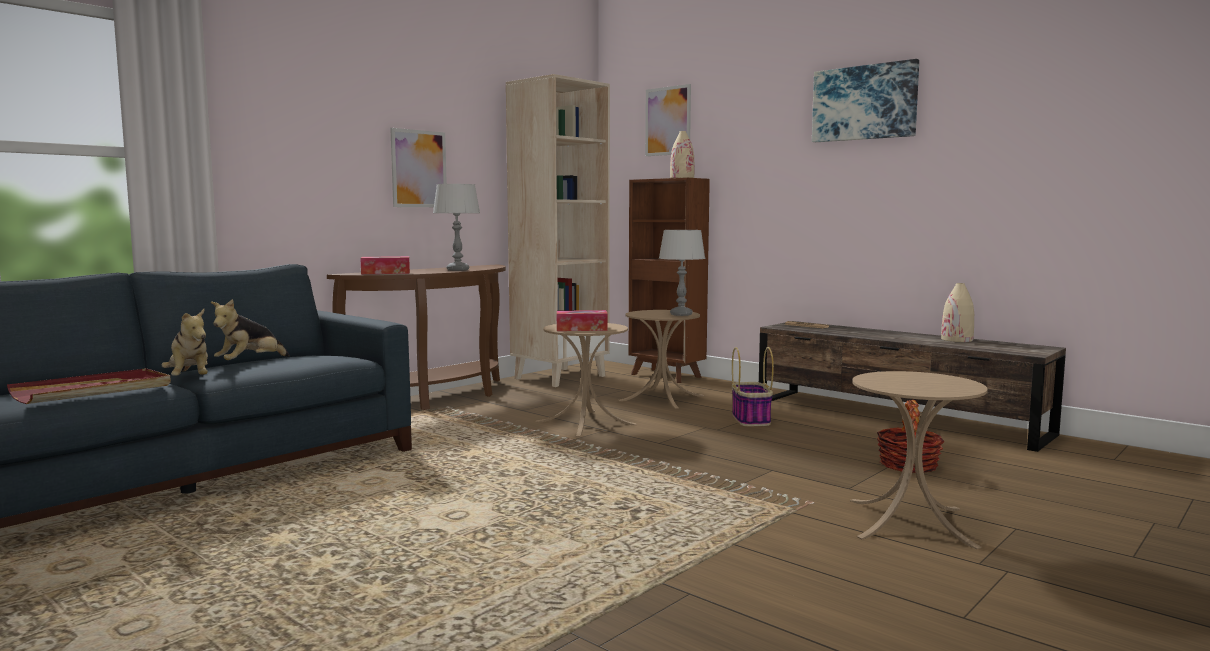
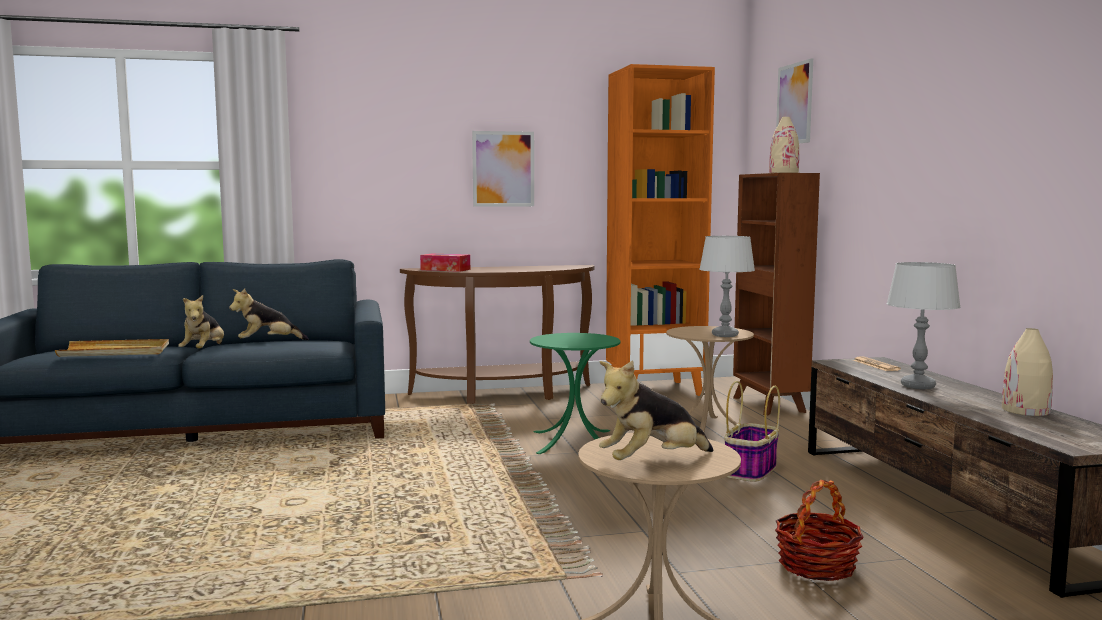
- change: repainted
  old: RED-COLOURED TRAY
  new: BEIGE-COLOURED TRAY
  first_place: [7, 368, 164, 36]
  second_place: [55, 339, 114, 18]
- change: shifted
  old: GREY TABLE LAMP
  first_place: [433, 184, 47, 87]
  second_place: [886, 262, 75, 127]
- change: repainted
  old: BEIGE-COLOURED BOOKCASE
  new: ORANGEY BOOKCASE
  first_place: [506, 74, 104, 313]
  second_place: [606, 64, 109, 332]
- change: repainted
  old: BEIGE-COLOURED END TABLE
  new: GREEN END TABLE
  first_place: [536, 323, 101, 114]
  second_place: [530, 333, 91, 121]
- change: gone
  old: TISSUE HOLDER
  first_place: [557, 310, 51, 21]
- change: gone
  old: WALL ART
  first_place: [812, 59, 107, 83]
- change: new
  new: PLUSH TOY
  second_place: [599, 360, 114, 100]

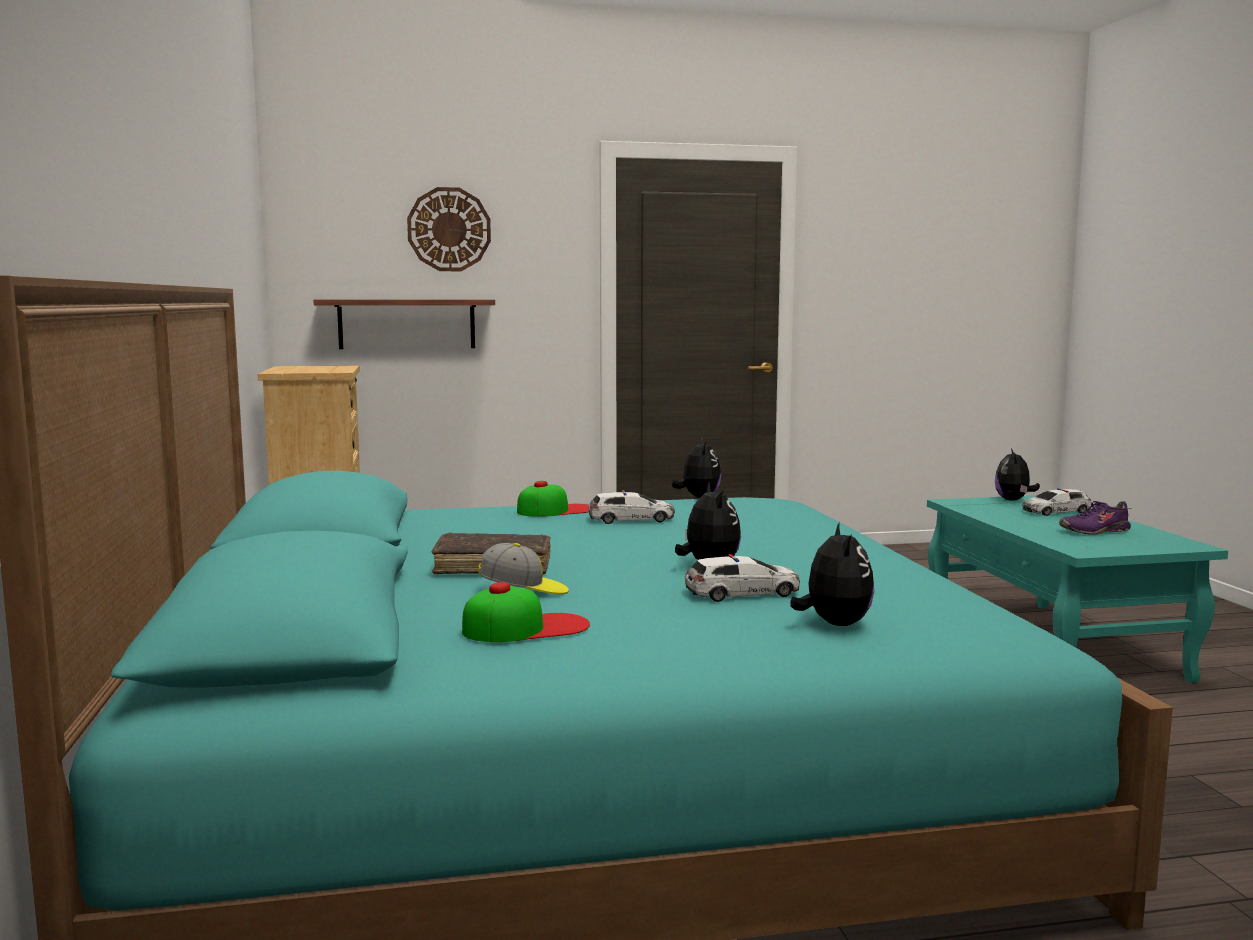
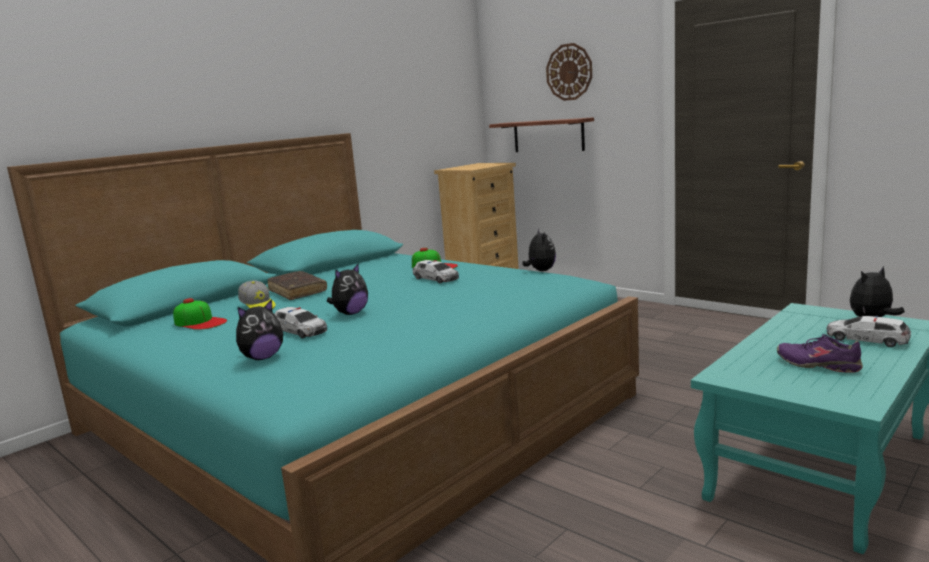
- change: rotated
  old: PLUSH TOY
  first_place: [672, 439, 50, 59]
  second_place: [522, 229, 34, 42]
  degrees: -60

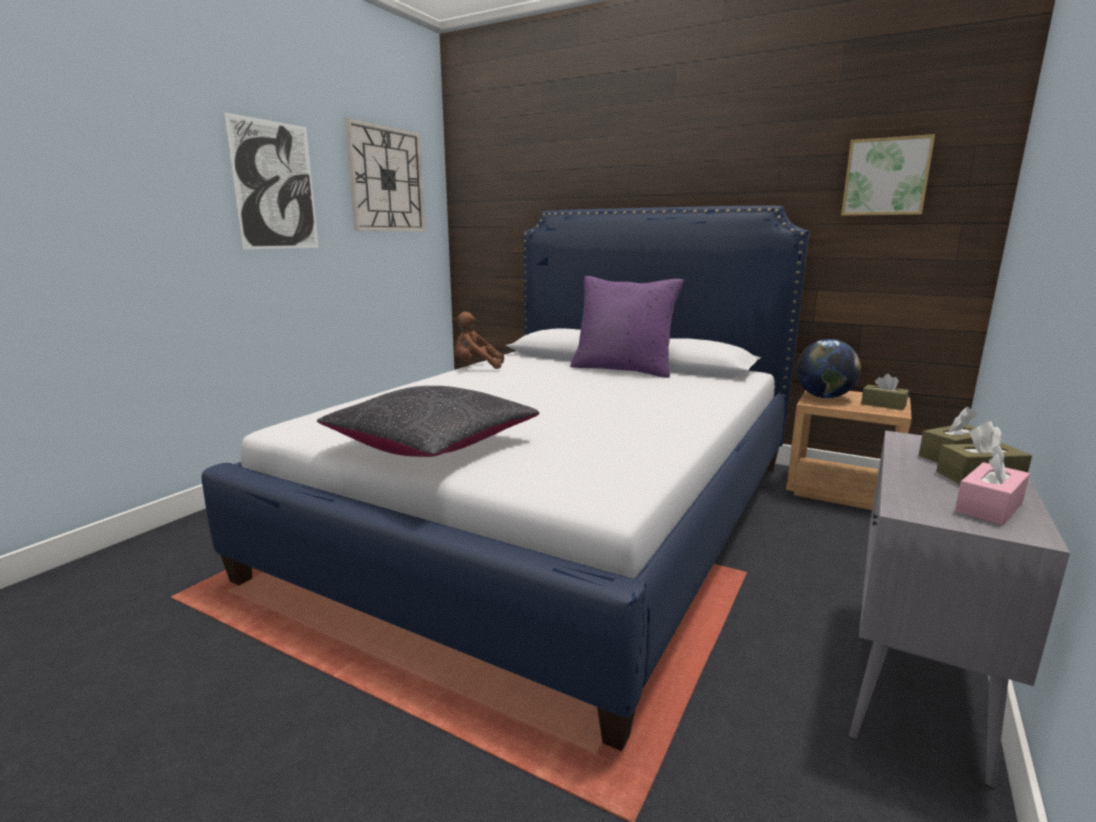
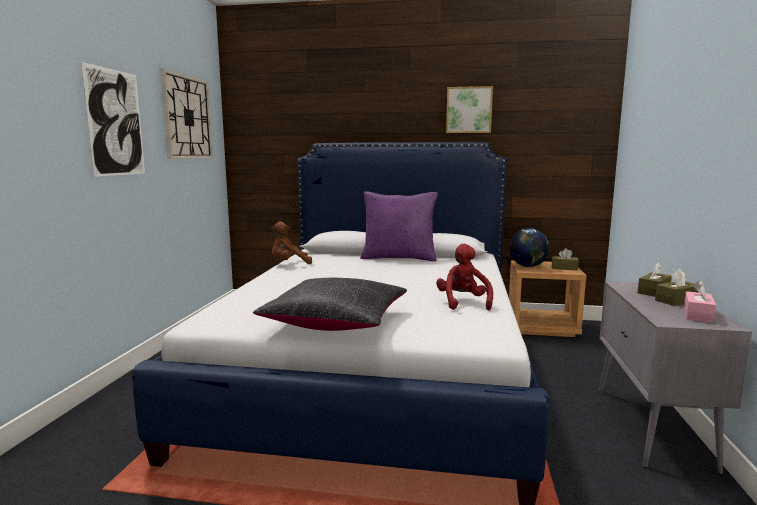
- change: shifted
  old: WALL ART
  first_place: [841, 134, 94, 82]
  second_place: [446, 86, 47, 47]
- change: new
  new: RED-COLOURED PLUSH TOY
  second_place: [436, 244, 57, 66]

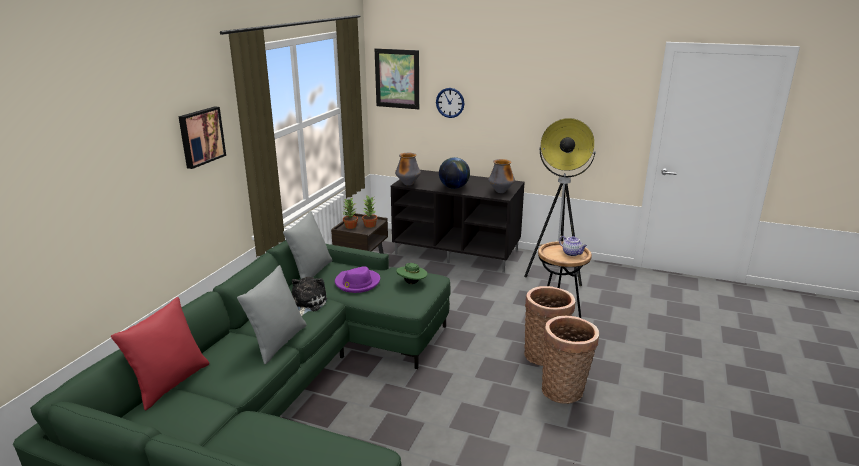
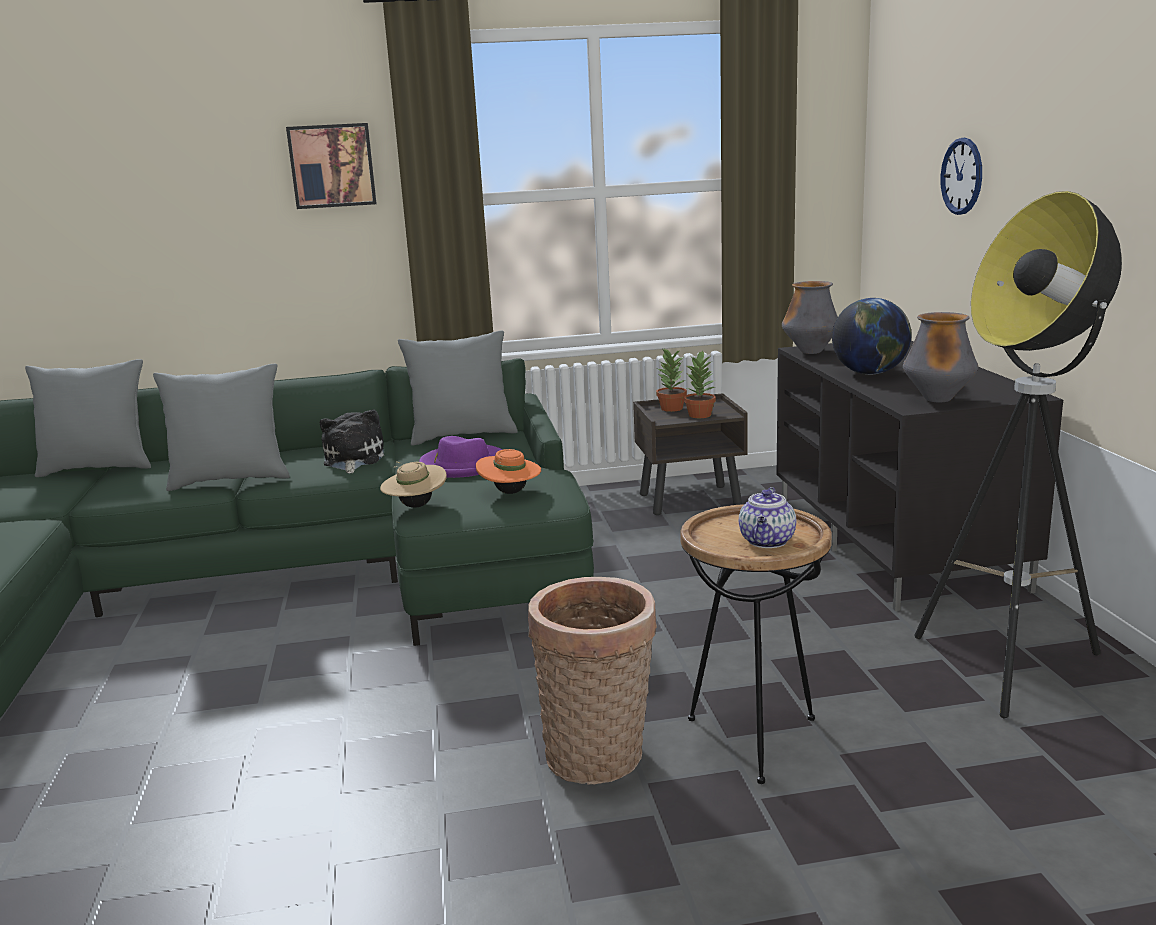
- change: repainted
  old: RED-COLOURED CUSHION
  new: GREY CUSHION
  first_place: [111, 297, 98, 114]
  second_place: [25, 359, 126, 118]
- change: rotated
  old: PLUSH TOY
  first_place: [292, 277, 35, 39]
  second_place: [320, 409, 64, 65]
  degrees: -75
- change: gone
  old: WALL ART
  first_place: [375, 48, 44, 61]
- change: repainted
  old: GREEN WEARABLE HAT
  new: ORANGEY WEARABLE HAT
  first_place: [396, 263, 32, 21]
  second_place: [476, 449, 65, 45]
- change: gone
  old: STORAGE BASKET
  first_place: [542, 316, 57, 88]
- change: new
  new: BEIGE-COLOURED WEARABLE HAT
  second_place: [380, 461, 67, 47]

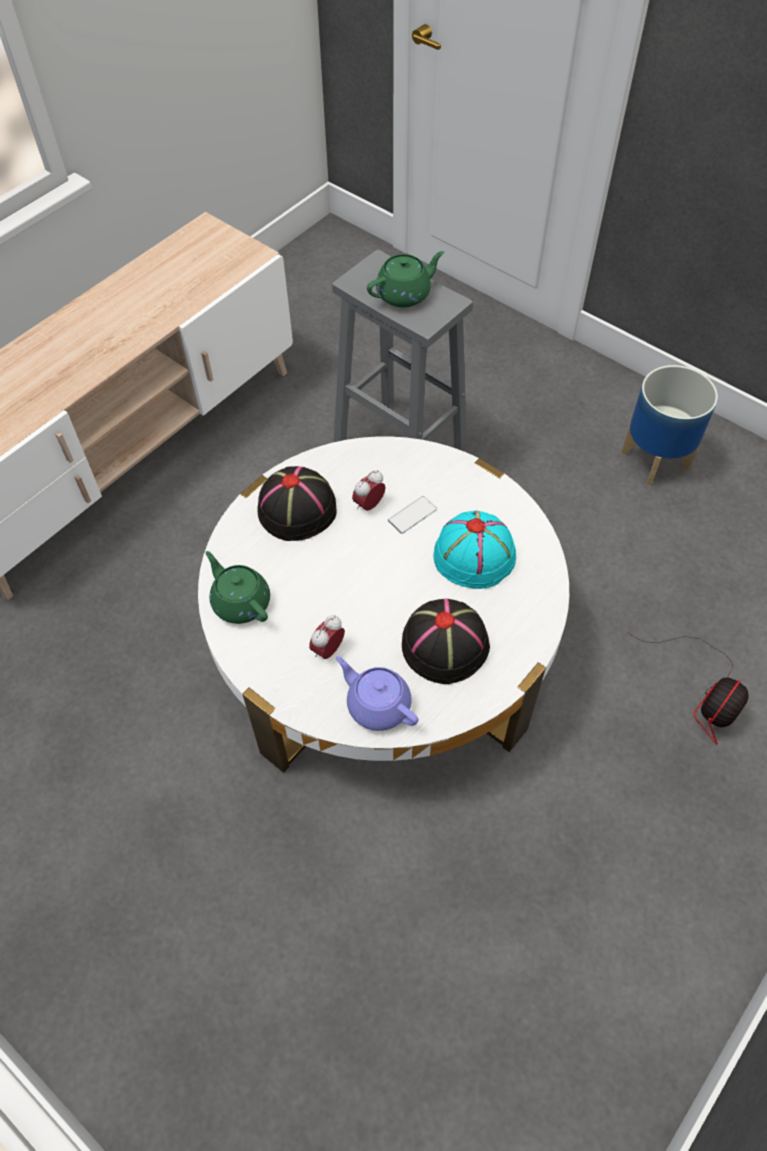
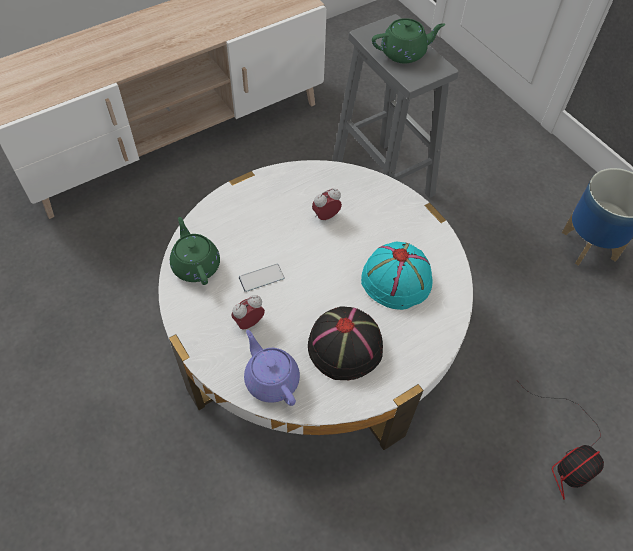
- change: gone
  old: BLACK-COLOURED WEARABLE HAT
  first_place: [258, 466, 79, 75]
- change: shifted
  old: TELEPHONE
  first_place: [388, 496, 49, 38]
  second_place: [239, 264, 46, 28]

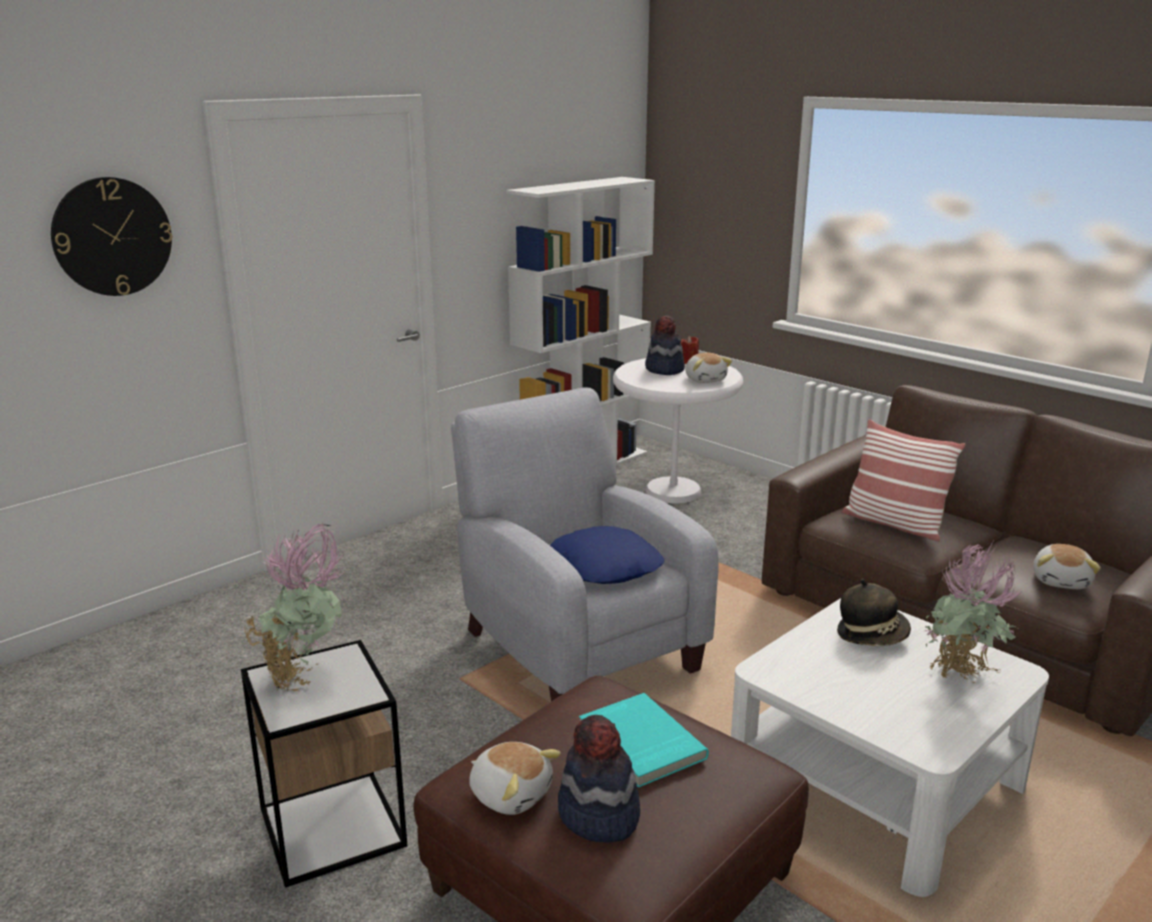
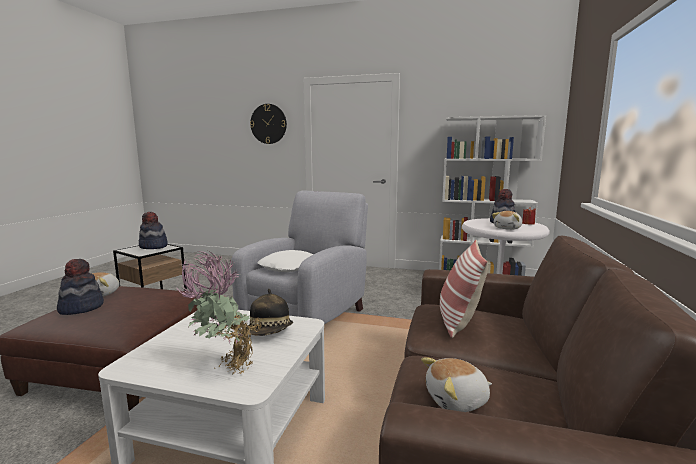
- change: swapped
  old: PLANT IN A POT
  new: WEARABLE HAT
  first_place: [244, 523, 102, 168]
  second_place: [139, 212, 29, 37]
- change: repainted
  old: BLUISH CUSHION
  new: WHITE CUSHION
  first_place: [550, 526, 114, 58]
  second_place: [257, 250, 56, 22]
- change: gone
  old: TURQUOISE BOOK
  first_place: [579, 693, 130, 95]

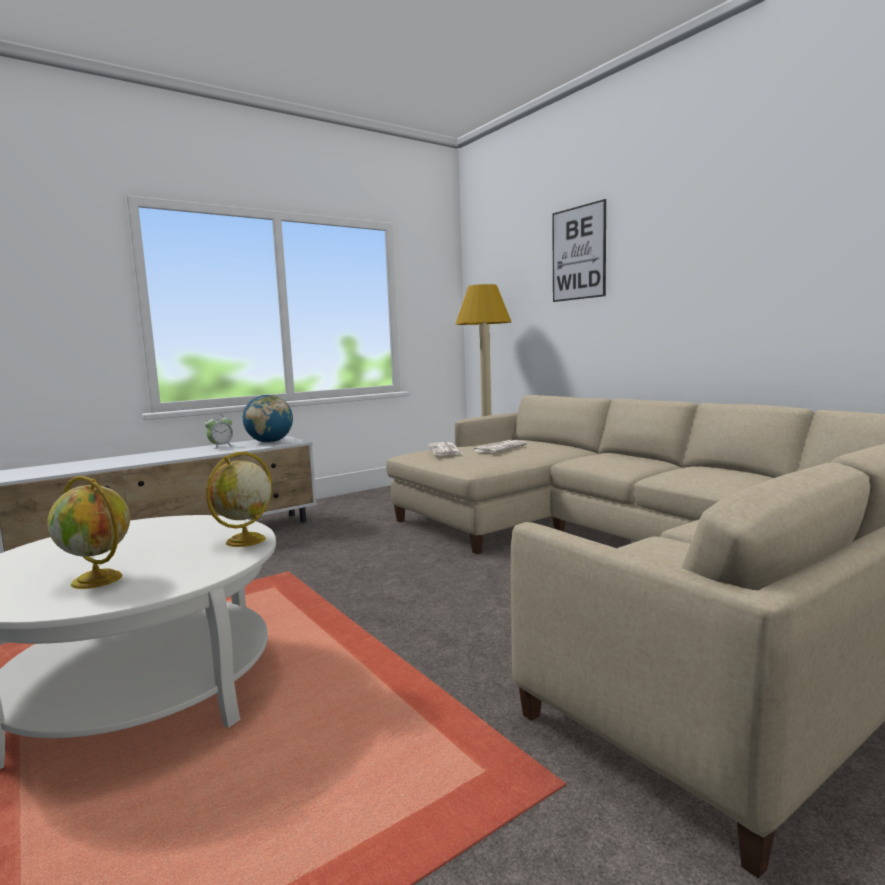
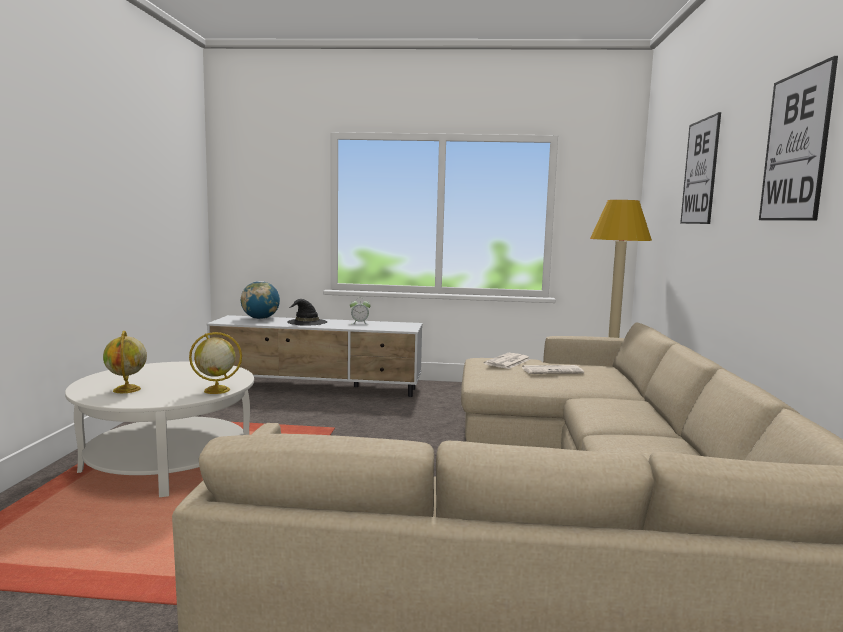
- change: shifted
  old: DESK GLOBE
  first_place: [243, 394, 50, 49]
  second_place: [241, 281, 39, 38]
- change: new
  new: BLACK-COLOURED WEARABLE HAT
  second_place: [287, 299, 40, 27]
- change: new
  new: WALL ART
  second_place: [759, 56, 79, 164]

